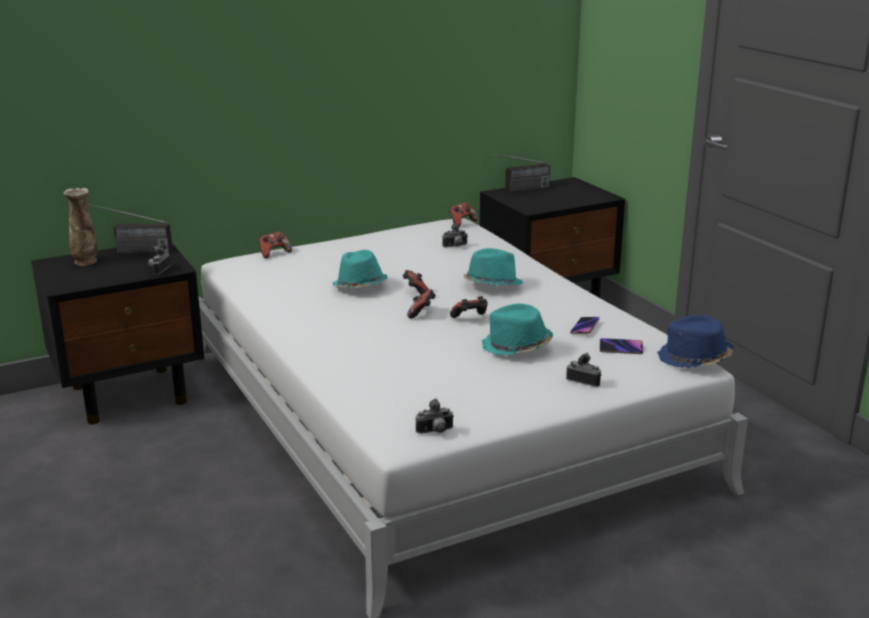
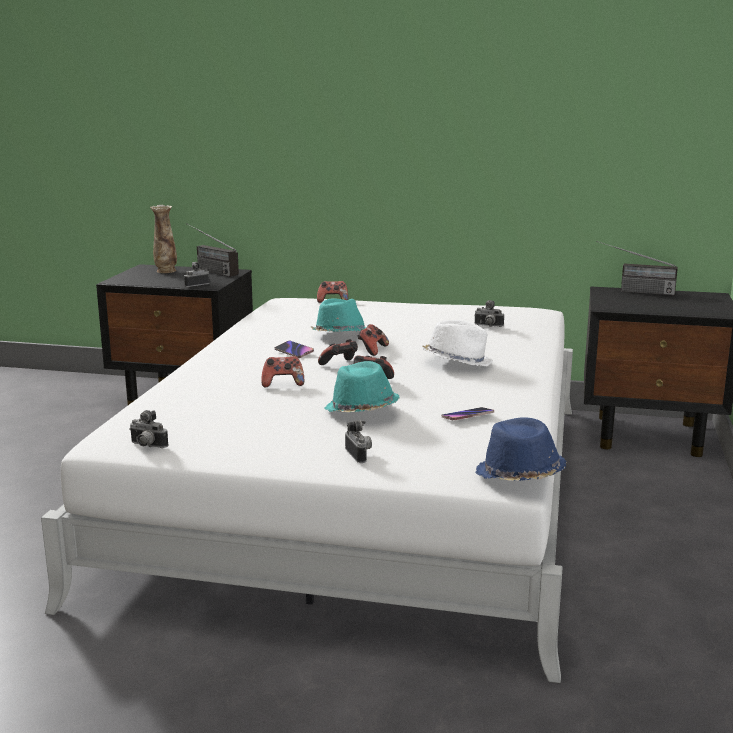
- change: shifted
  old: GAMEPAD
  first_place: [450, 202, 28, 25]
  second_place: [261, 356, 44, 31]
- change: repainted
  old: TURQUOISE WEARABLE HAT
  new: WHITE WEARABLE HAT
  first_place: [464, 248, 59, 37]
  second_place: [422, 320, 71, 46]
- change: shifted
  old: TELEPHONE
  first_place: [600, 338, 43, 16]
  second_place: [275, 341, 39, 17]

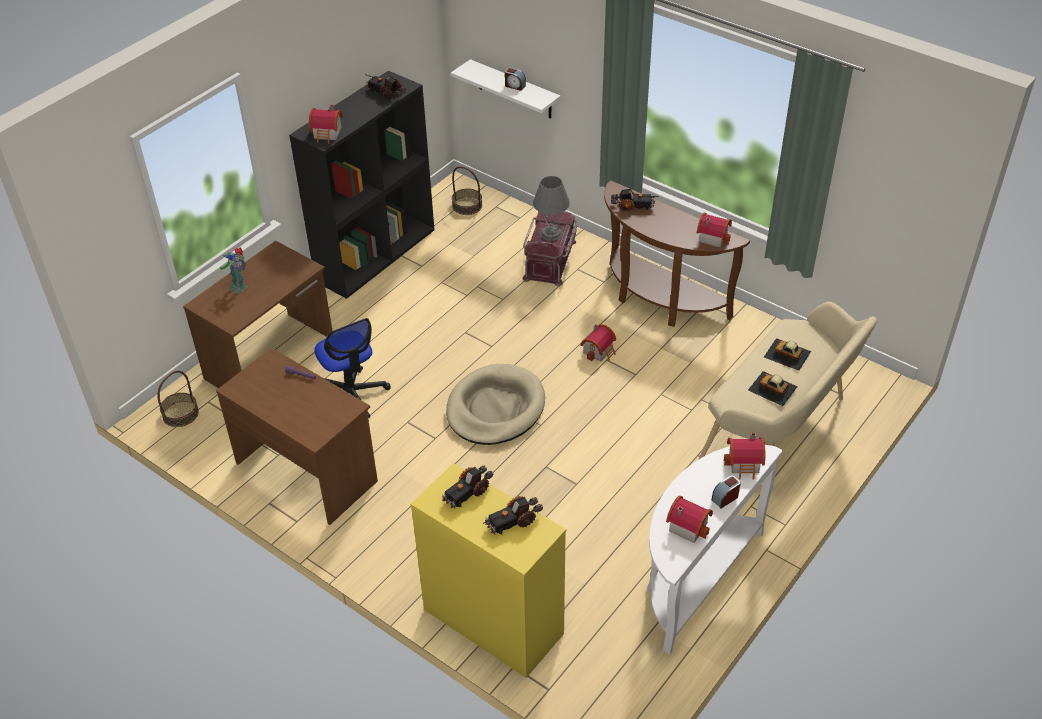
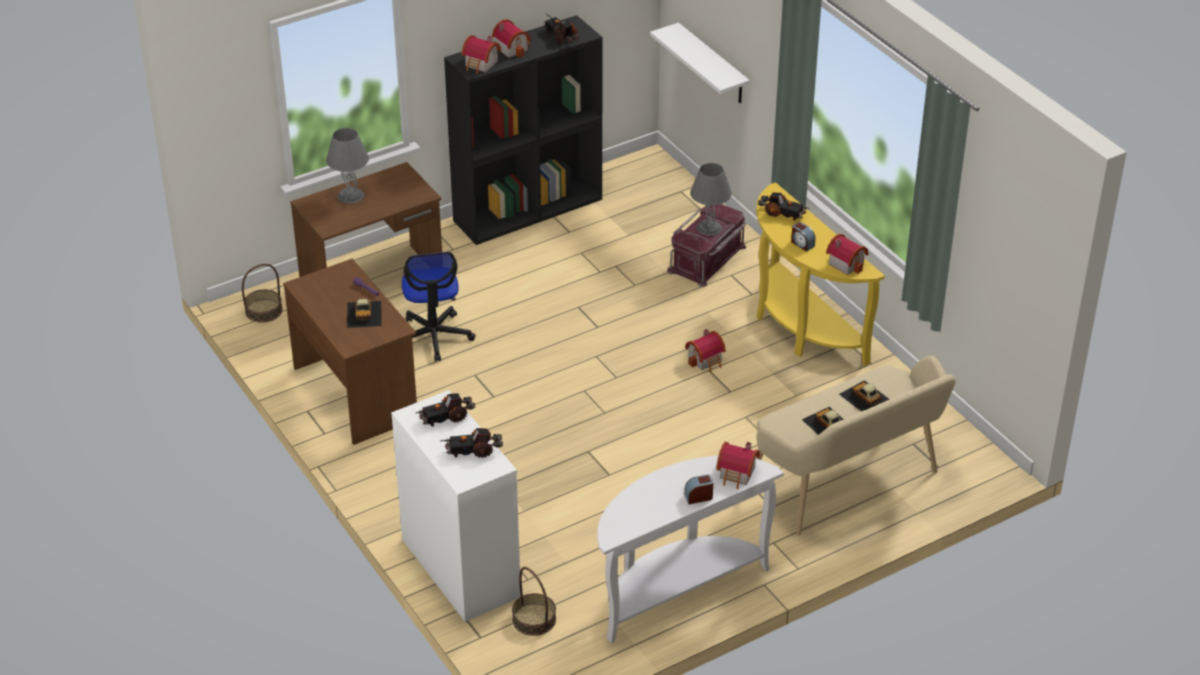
- change: swapped
  old: ROBOT FIGURE
  new: GREY TABLE LAMP
  first_place: [220, 247, 28, 47]
  second_place: [326, 128, 43, 76]
- change: repainted
  old: YELLOW-COLOURED CHEST OF DRAWERS
  new: WHITE CHEST OF DRAWERS
  first_place: [411, 463, 155, 215]
  second_place: [391, 390, 129, 232]
- change: gone
  old: BEIGE-COLOURED DOG BED
  first_place: [446, 364, 99, 81]
- change: shifted
  old: STORAGE BASKET
  first_place: [452, 166, 30, 49]
  second_place: [512, 567, 44, 69]
- change: shifted
  old: ALARM CLOCK
  first_place: [505, 68, 21, 23]
  second_place: [791, 222, 24, 30]
- change: repainted
  old: BROWN-COLOURED CONSOLE TABLE
  new: YELLOW-COLOURED CONSOLE TABLE
  first_place: [604, 180, 146, 147]
  second_place: [756, 182, 129, 184]
- change: shifted
  old: MINIATURE HOUSE
  first_place: [666, 496, 47, 47]
  second_place: [492, 19, 39, 39]
- change: new
  new: MINIATURE CAR
  second_place: [347, 299, 34, 29]

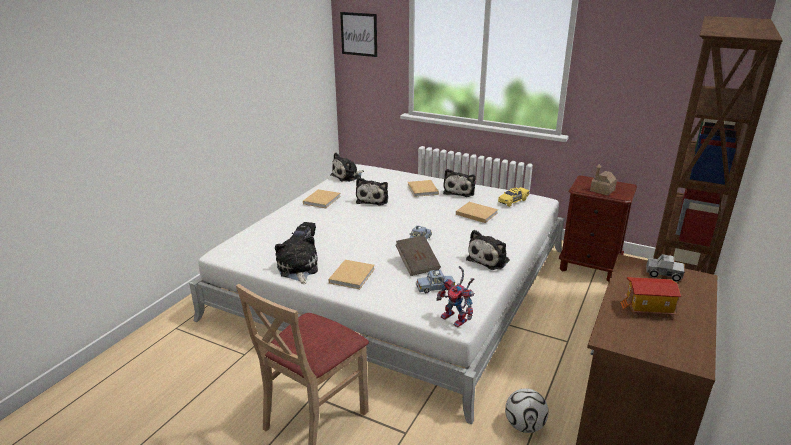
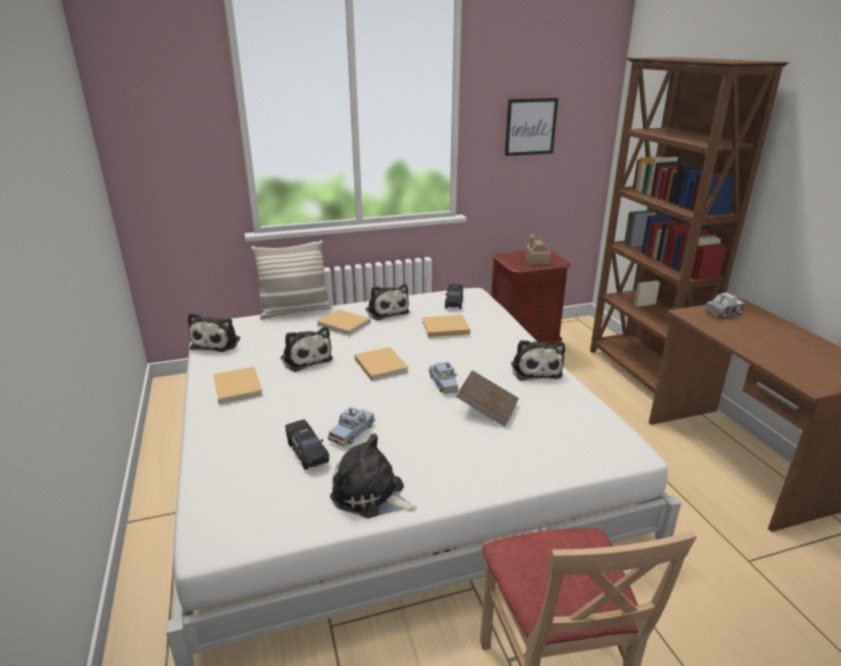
- change: shifted
  old: BEIGE-COLOURED BOOK
  first_place: [329, 260, 46, 29]
  second_place: [355, 347, 54, 34]
- change: shifted
  old: WALL ART
  first_place: [340, 12, 37, 45]
  second_place: [505, 98, 53, 58]
- change: shifted
  old: BLUISH MINIATURE CAR
  first_place: [416, 270, 39, 23]
  second_place: [328, 407, 47, 40]
- change: gone
  old: ROBOT FIGURE
  first_place: [436, 266, 39, 62]
- change: repainted
  old: YELLOW-COLOURED MINIATURE CAR
  new: BLACK-COLOURED MINIATURE CAR
  first_place: [498, 187, 31, 20]
  second_place: [445, 284, 18, 25]
- change: gone
  old: FOOTBALL BALL
  first_place: [505, 388, 44, 45]
- change: gone
  old: MINIATURE HOUSE
  first_place: [620, 277, 61, 40]
- change: new
  new: CUSHION
  second_place: [251, 240, 81, 80]

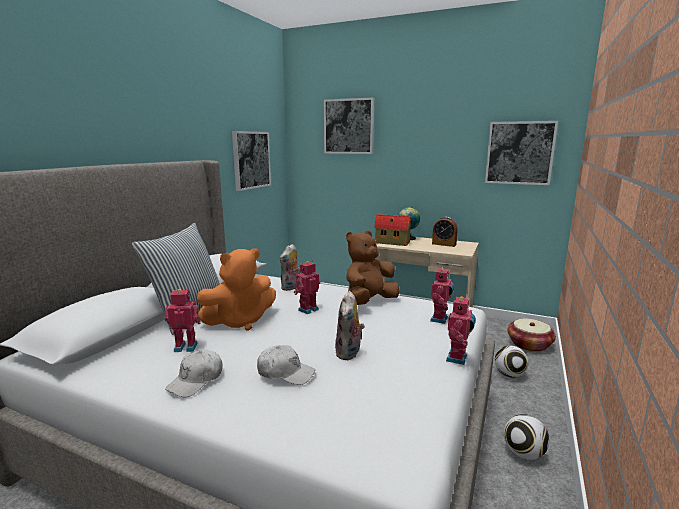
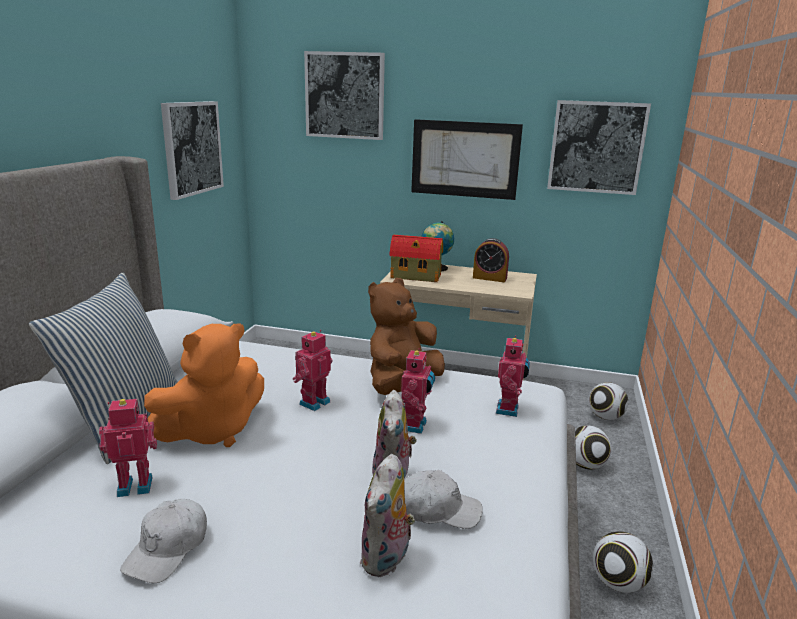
- change: shifted
  old: WHITE BASEBALL CAP
  first_place: [257, 345, 58, 40]
  second_place: [404, 470, 79, 59]
- change: shifted
  old: PLUSH TOY
  first_place: [280, 244, 20, 47]
  second_place: [360, 454, 55, 123]
- change: shifted
  old: ROBOT FIGURE
  first_place: [446, 295, 30, 70]
  second_place: [401, 348, 34, 86]
- change: swapped
  old: STORAGE BASKET
  new: FOOTBALL BALL
  first_place: [508, 318, 48, 34]
  second_place: [589, 382, 39, 38]
- change: new
  new: WALL ART
  second_place: [411, 119, 112, 81]

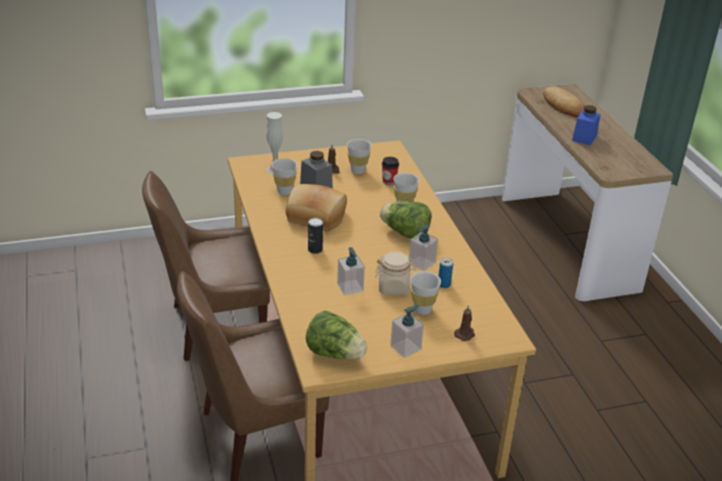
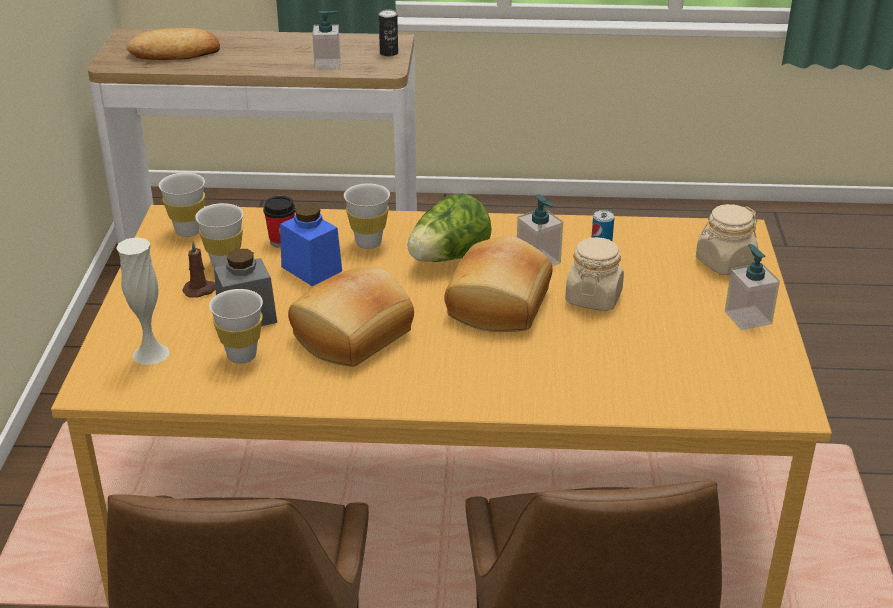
- change: gone
  old: HEAD OF LETTUCE
  first_place: [306, 311, 61, 48]
- change: shifted
  old: SEALED CAN
  first_place: [308, 218, 15, 36]
  second_place: [379, 9, 19, 48]
- change: shifted
  old: SOAP BOTTLE
  first_place: [337, 247, 28, 48]
  second_place: [312, 11, 28, 58]
- change: shifted
  old: WHITE SMALL CUP
  first_place: [410, 271, 31, 44]
  second_place: [159, 172, 46, 65]
- change: swapped
  old: BROWN-COLOURED CANDLE
  new: BEIGE-COLOURED PRESERVE JAR
  first_place: [454, 305, 21, 36]
  second_place: [696, 204, 62, 71]
- change: shifted
  old: BLUISH PRESERVE JAR
  first_place: [572, 105, 28, 40]
  second_place: [280, 203, 62, 83]
- change: new
  new: BREAD
  second_place: [444, 236, 109, 96]

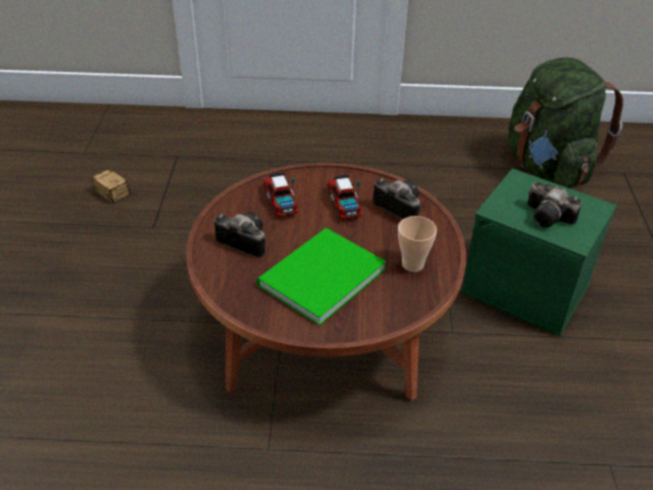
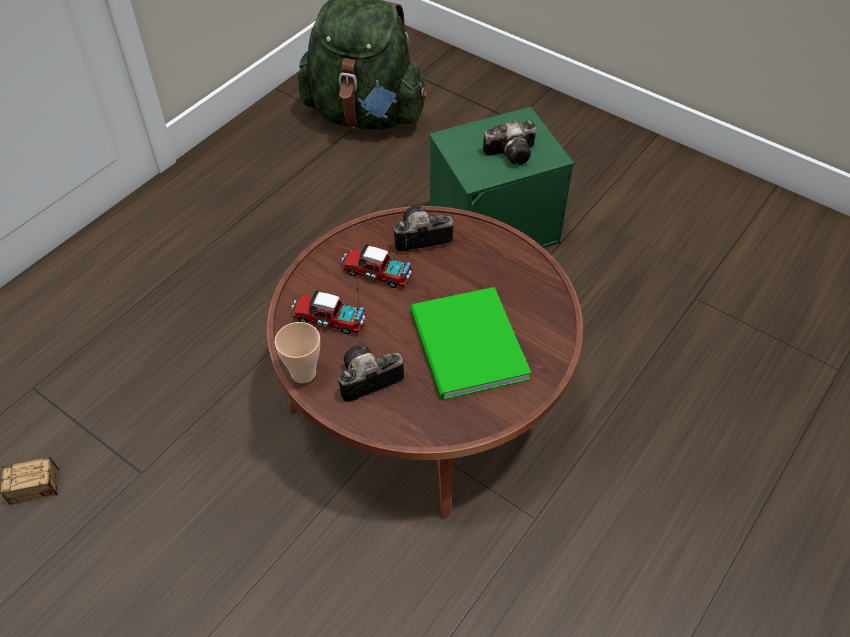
- change: shifted
  old: SMALL CUP
  first_place: [398, 216, 39, 56]
  second_place: [275, 322, 45, 61]

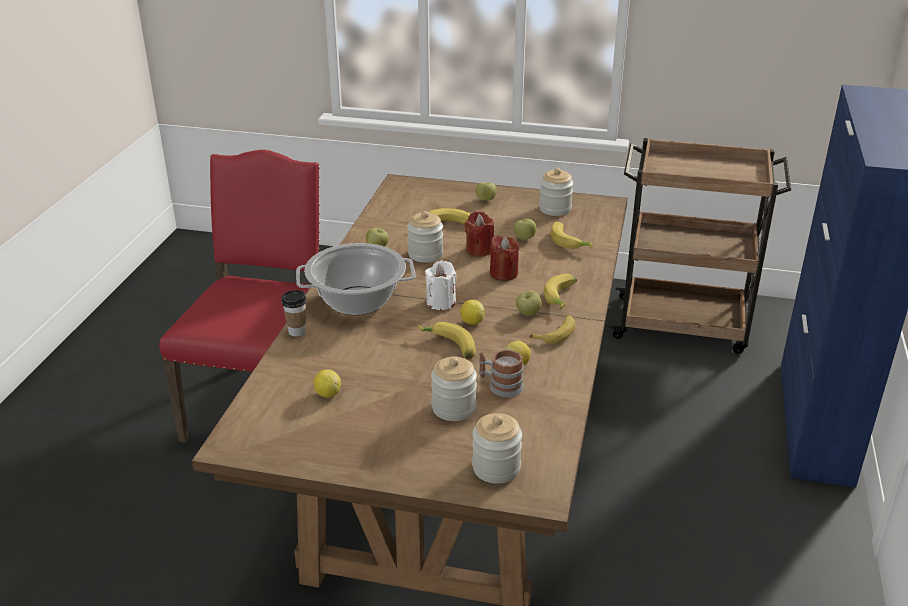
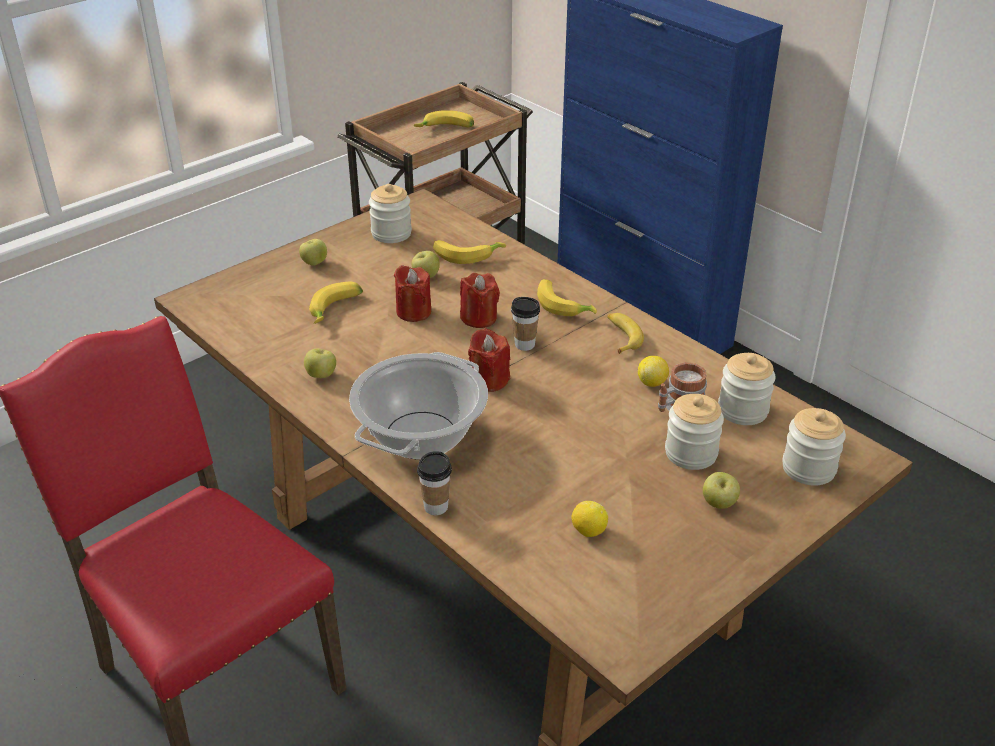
- change: shifted
  old: PRESERVE JAR
  first_place: [407, 211, 36, 52]
  second_place: [718, 353, 58, 72]
- change: shifted
  old: BANANA
  first_place: [417, 322, 59, 37]
  second_place: [414, 110, 60, 17]
- change: repainted
  old: WHITE CANDLE
  new: RED-COLOURED CANDLE
  first_place: [425, 261, 32, 49]
  second_place: [468, 328, 42, 64]
- change: gone
  old: WHOLE LEMON
  first_place: [460, 300, 25, 25]
- change: shifted
  old: APPLE
  first_place: [516, 290, 26, 26]
  second_place: [703, 472, 37, 37]
- change: new
  new: SMALL CUP
  second_place: [511, 297, 29, 54]

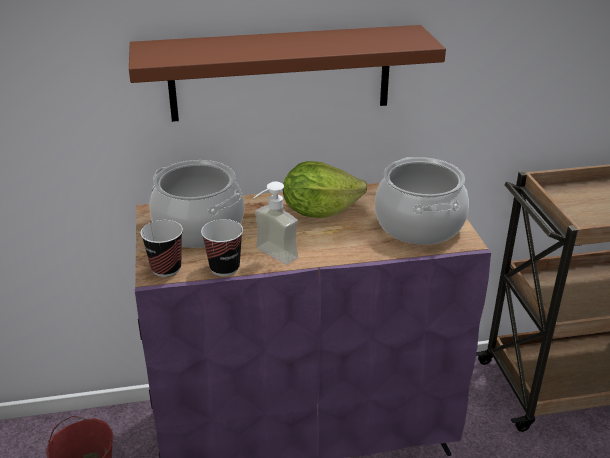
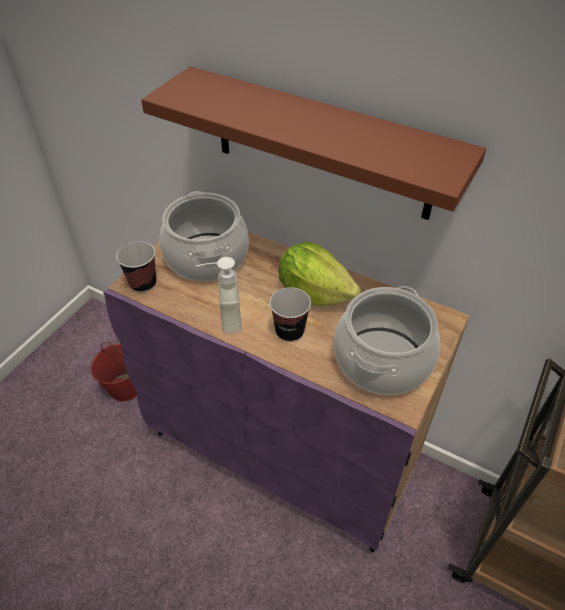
- change: shifted
  old: SMALL CUP
  first_place: [201, 219, 42, 57]
  second_place: [270, 287, 41, 55]

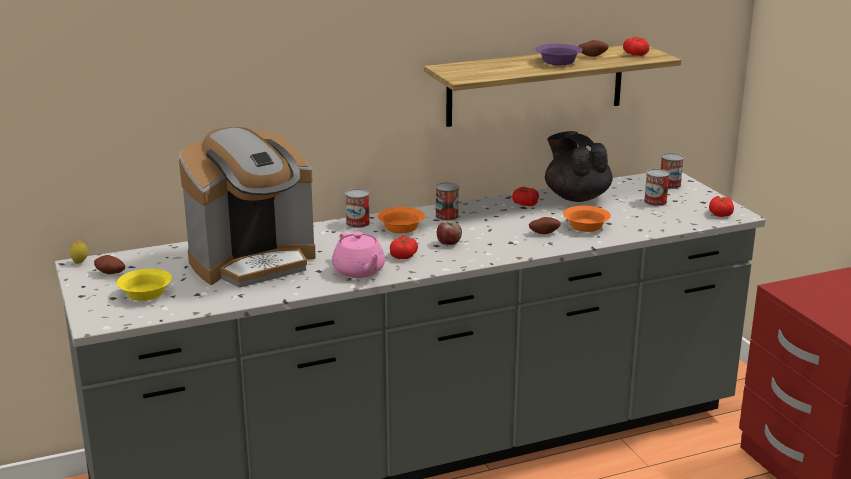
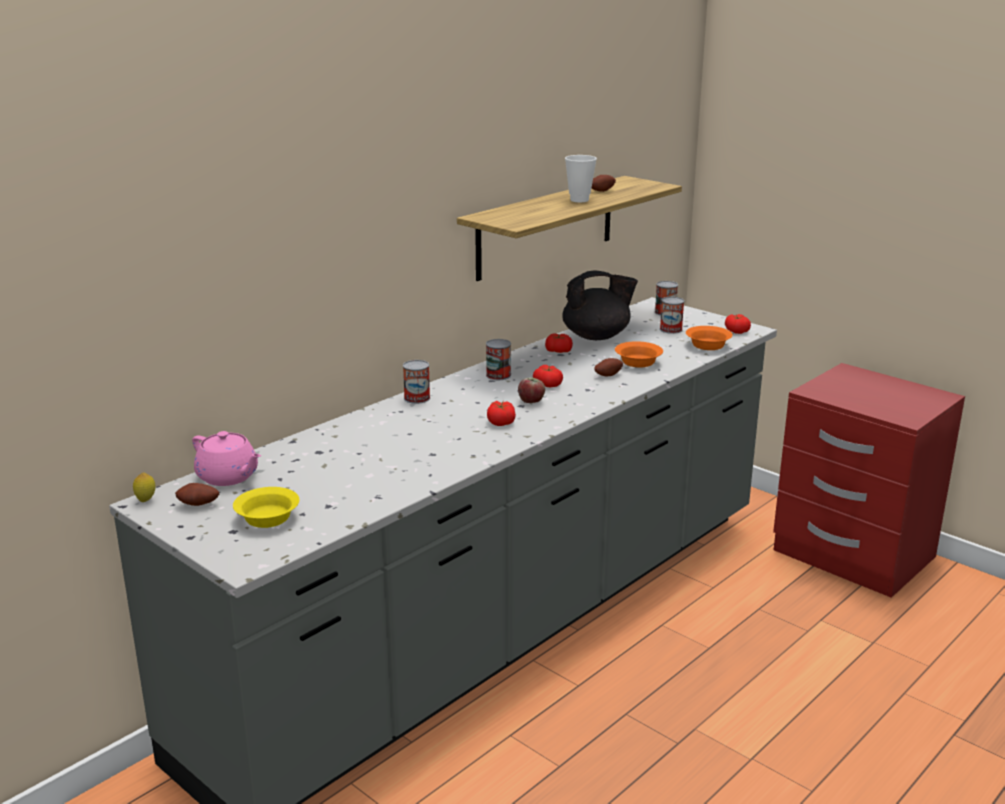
- change: gone
  old: COFFEE BREWER
  first_place: [179, 127, 137, 161]
- change: shifted
  old: PINK-COLOURED TEAPOT
  first_place: [332, 232, 53, 46]
  second_place: [192, 431, 69, 55]
- change: shifted
  old: ORANGEY SERVING BOWL
  first_place: [377, 207, 48, 26]
  second_place: [686, 326, 47, 24]
- change: swapped
  old: PURPLISH SERVING BOWL
  new: SMALL CUP
  first_place: [536, 44, 47, 21]
  second_place: [565, 155, 32, 47]
- change: rotated
  old: BLACK-COLOURED TEAPOT
  first_place: [545, 131, 68, 71]
  second_place: [562, 271, 76, 69]
  degrees: 135
- change: shifted
  old: FRESH TOMATO
  first_place: [623, 37, 26, 19]
  second_place: [533, 365, 30, 22]

